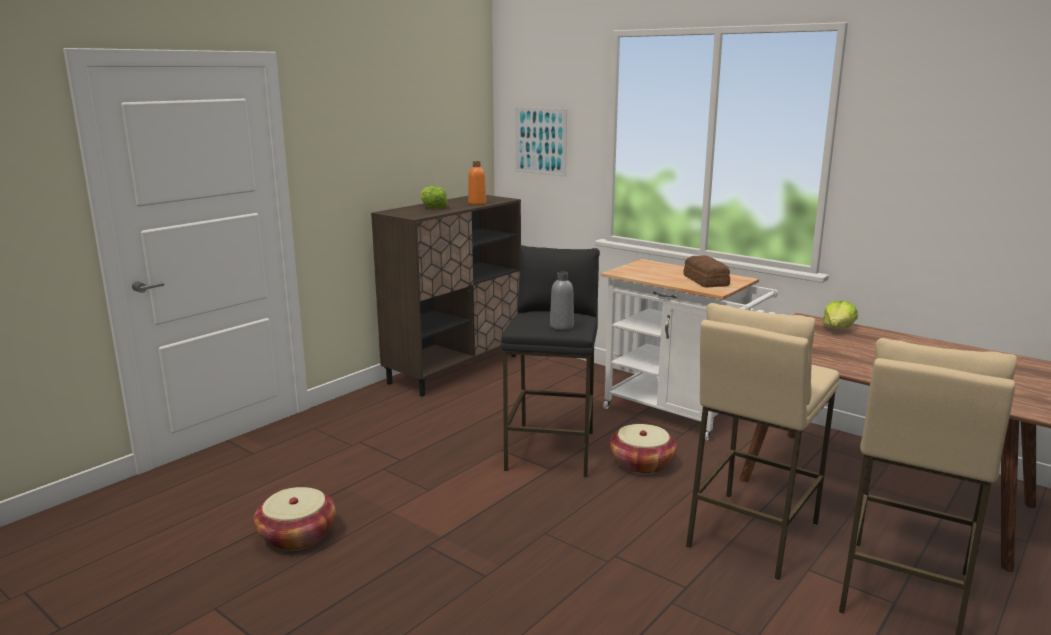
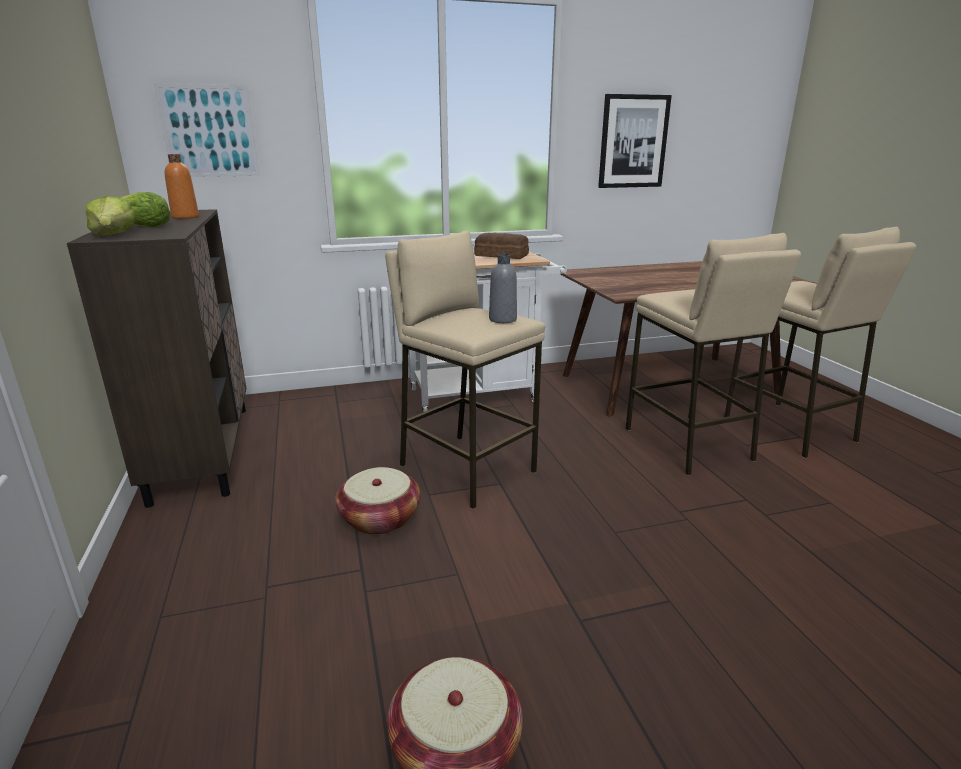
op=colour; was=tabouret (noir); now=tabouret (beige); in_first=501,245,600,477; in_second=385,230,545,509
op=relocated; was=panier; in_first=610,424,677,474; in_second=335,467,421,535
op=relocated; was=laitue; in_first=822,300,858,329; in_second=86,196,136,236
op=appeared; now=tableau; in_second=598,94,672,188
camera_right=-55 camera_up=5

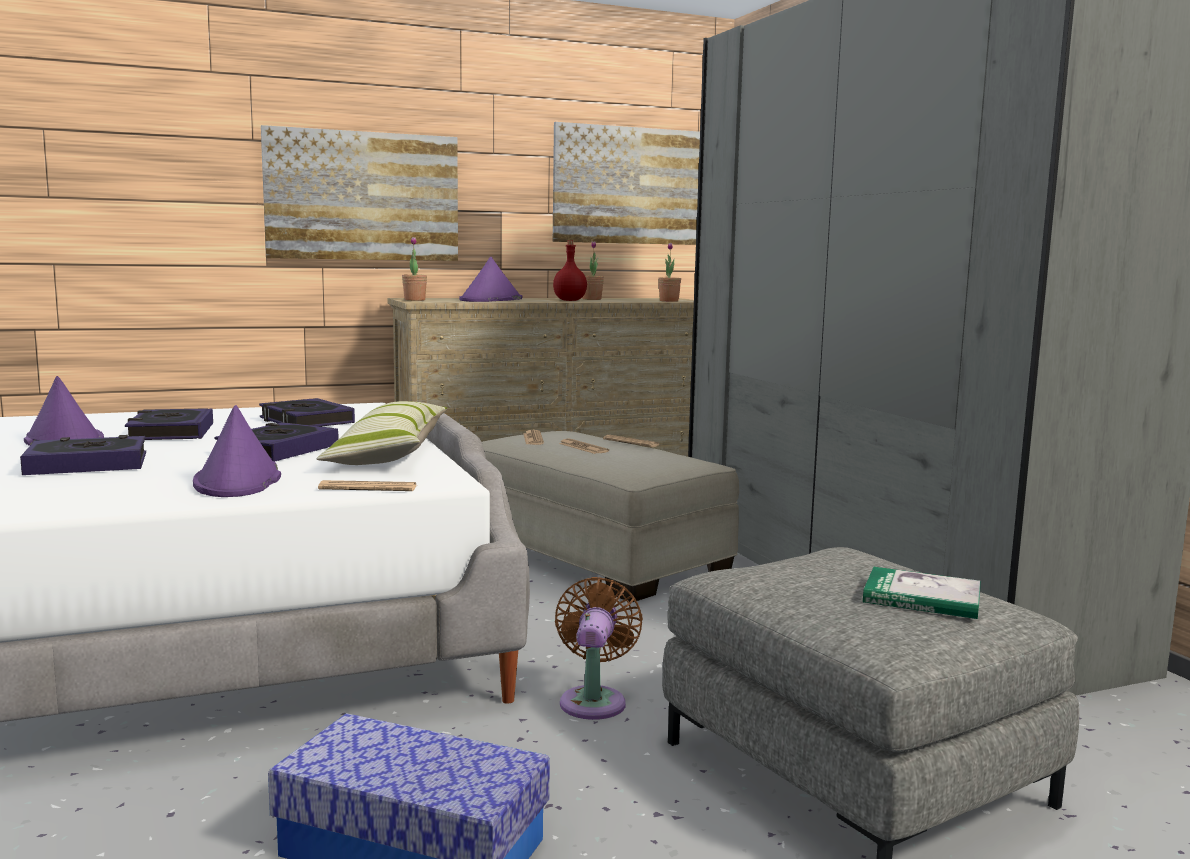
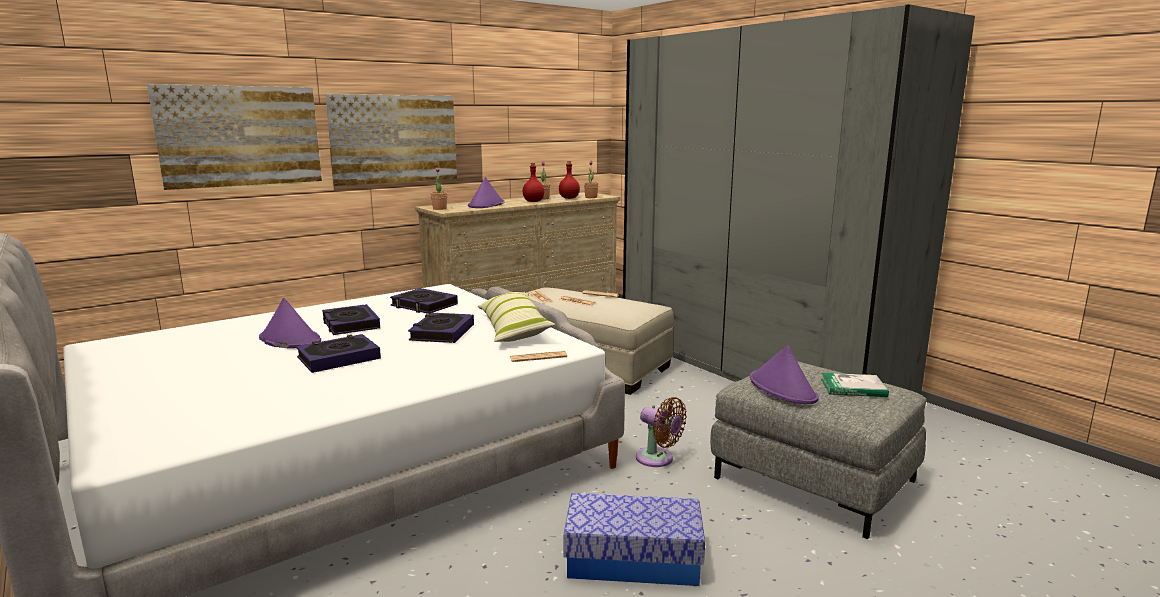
op=relocated; was=chapeau (violet); in_first=193,405,281,497; in_second=749,345,819,404
op=relocated; was=tableau; in_first=553,122,700,245; in_second=147,84,322,190
op=spun; was=ventilateur (marron); in_first=555,577,643,720; in_second=636,397,687,467; clockwise=135
op=appeared; now=bouteille (rouge); in_second=559,161,580,199
camera_right=-15 camera_up=5

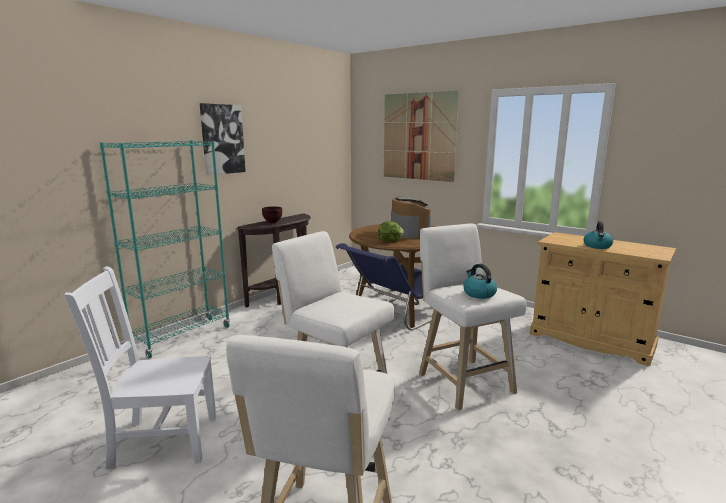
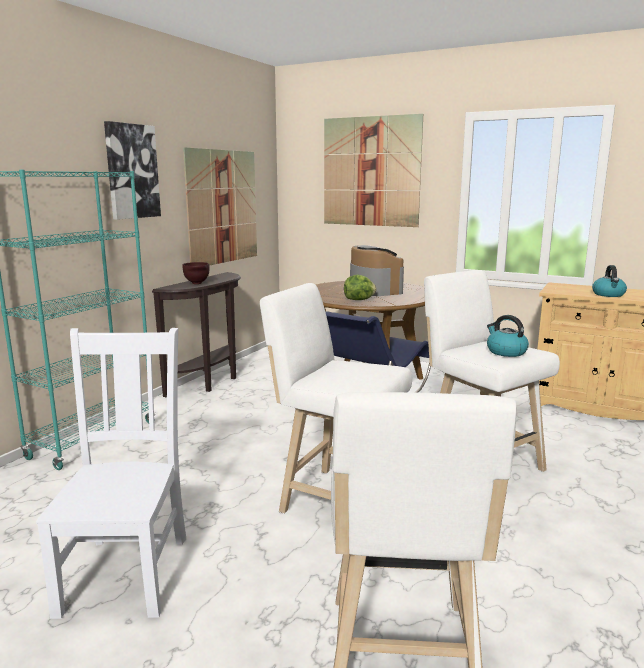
op=spun; was=chaise (blanc); in_first=64,266,216,470; in_second=36,328,186,619; clockwise=105
op=appeared; now=tableau; in_second=183,147,257,266
camera_right=-10 camera_up=0

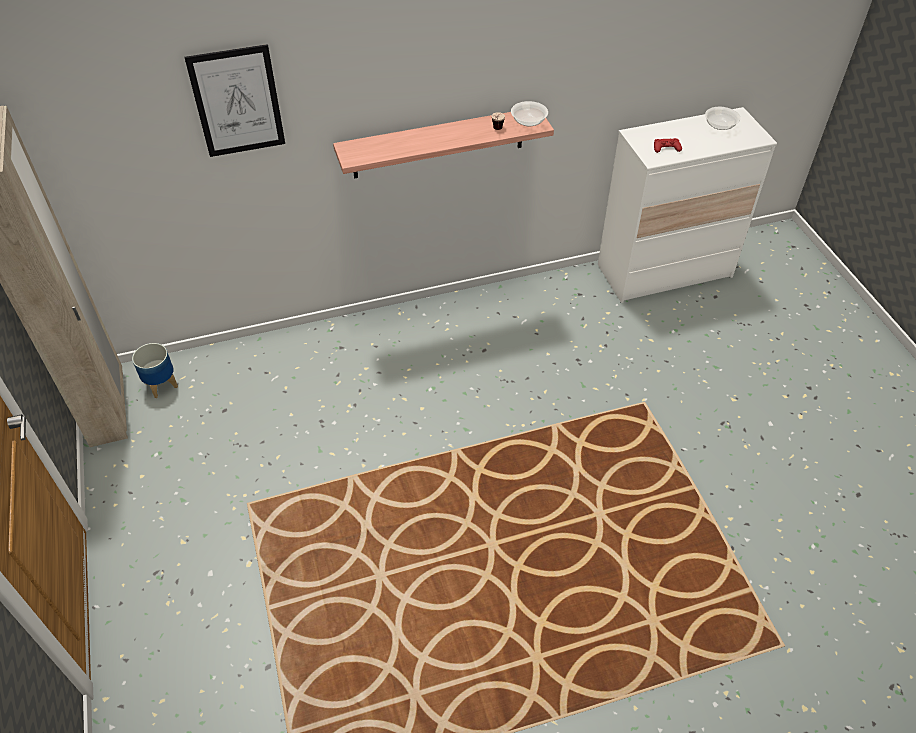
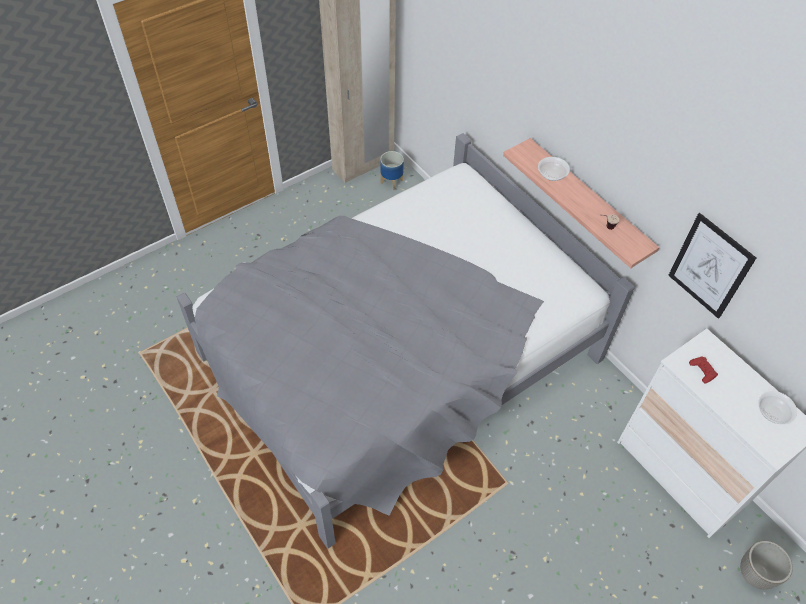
op=relocated; was=tableau; in_first=184,44,285,157; in_second=668,213,756,319
op=relocated; was=bol; in_first=511,101,548,126; in_second=538,157,570,181
op=appeared; now=lit (gris); in_second=177,133,635,549
op=appeared; now=cache-pot; in_second=740,541,793,590
camera_right=70 camera_up=5

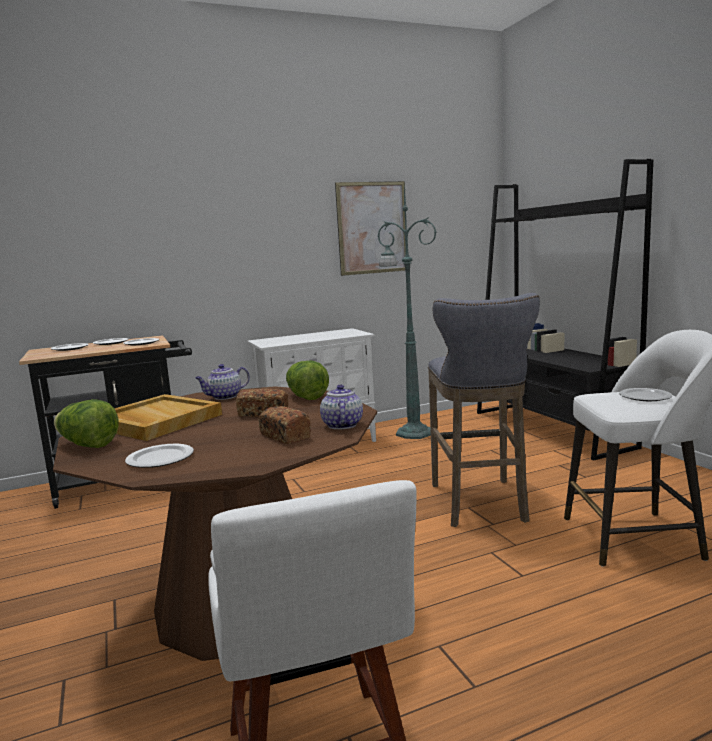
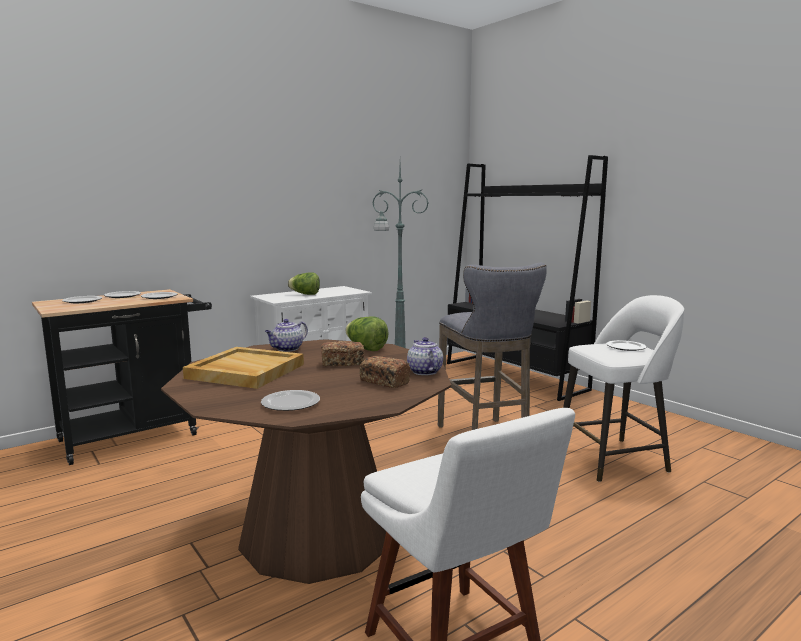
op=relocated; was=laitue; in_first=54,399,119,448; in_second=288,272,320,295
op=missing; was=tableau; in_first=335,181,406,276
camera_right=-15 camera_up=0

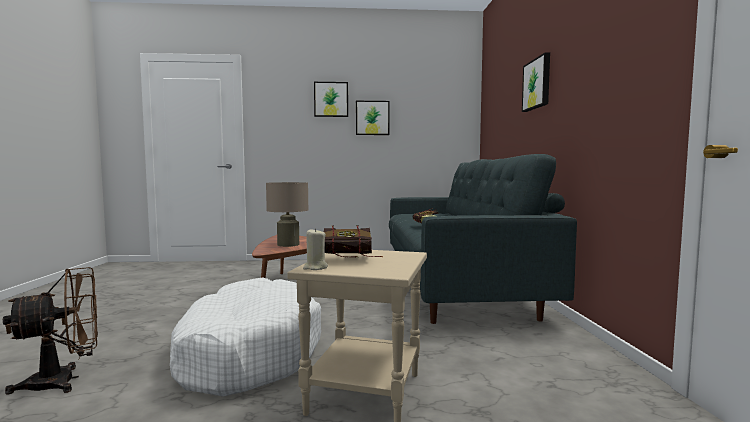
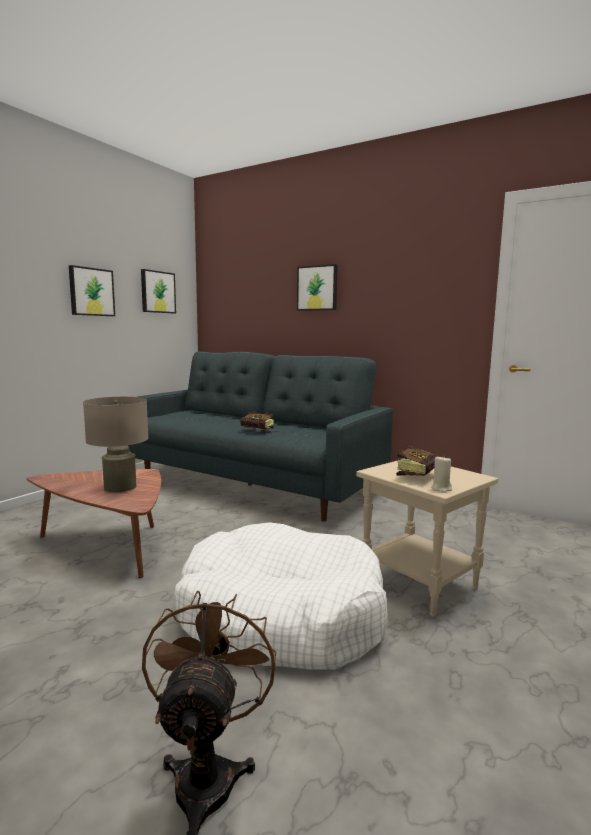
op=relocated; was=tableau; in_first=314,82,348,117; in_second=141,269,176,313
camera_right=-55 camera_up=5

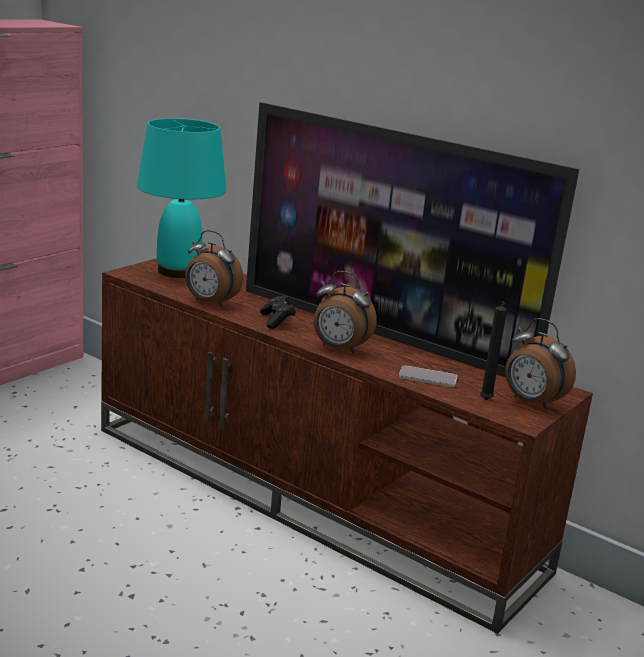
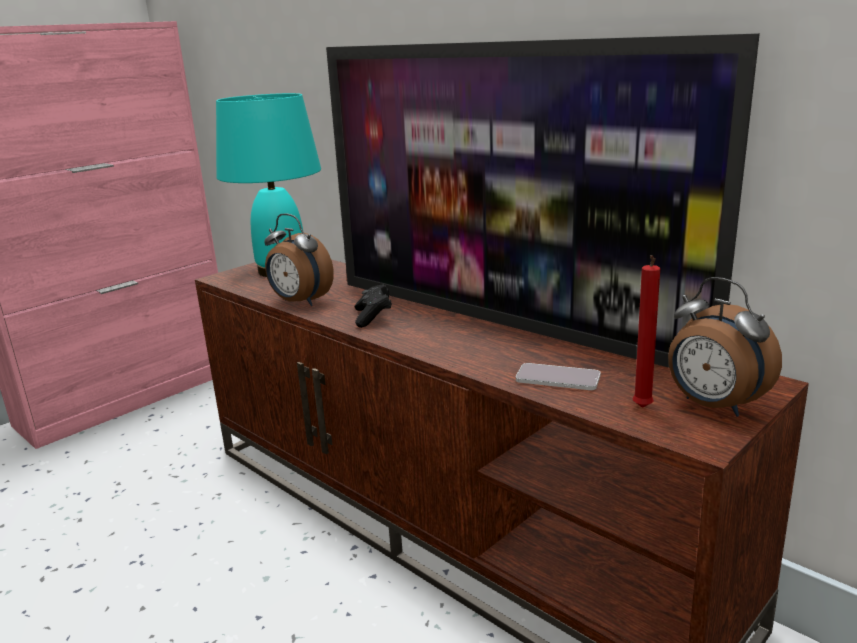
op=missing; was=réveil; in_first=313,271,377,354
op=colour; was=bougie (noir); now=bougie (rouge); in_first=480,301,507,400; in_second=633,255,660,408
camera_right=10 camera_up=0

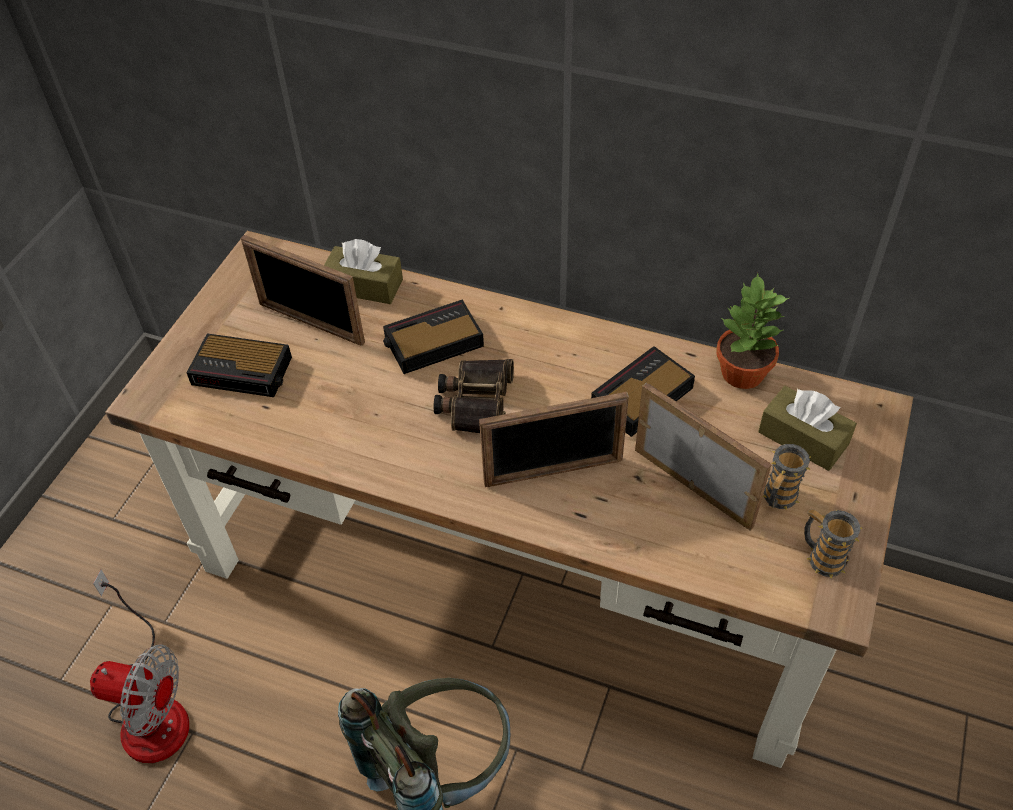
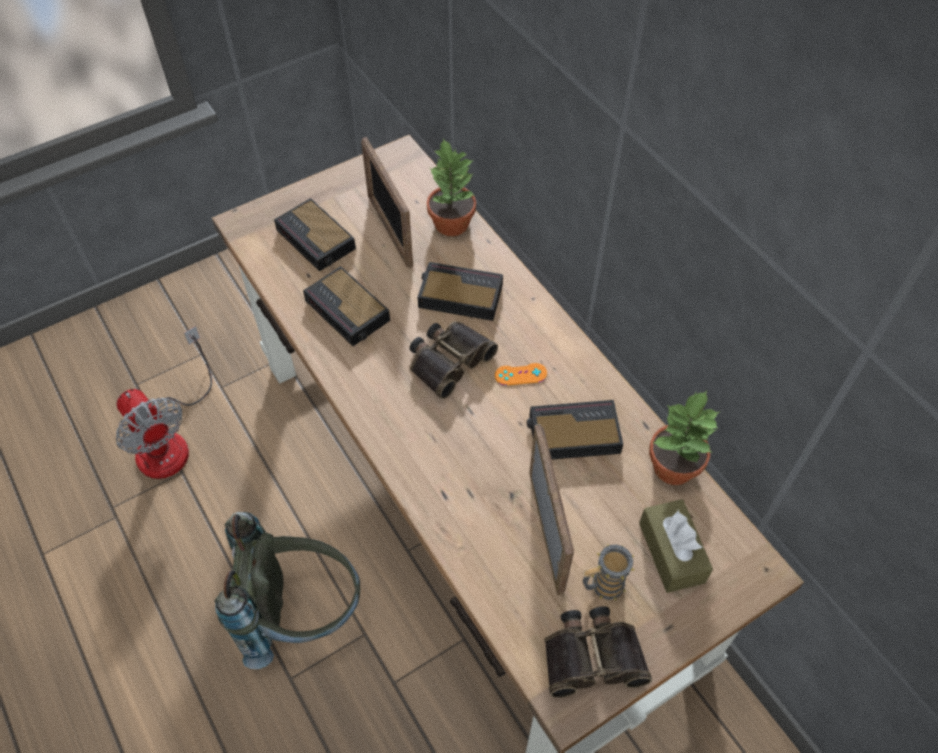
op=exchanged; was=boîte à mouchoirs (marron); now=plante en pot; in_first=324,239,403,304; in_second=427,138,476,236
op=missing; was=cadre photo; in_first=479,392,629,487
op=exchanged; was=mug; now=jumelles; in_first=804,509,862,579; in_second=544,606,652,698
op=appeared; now=réveil; in_second=303,266,390,346
op=appeared; now=manette (orange); in_second=495,363,547,385
camera_right=35 camera_up=5

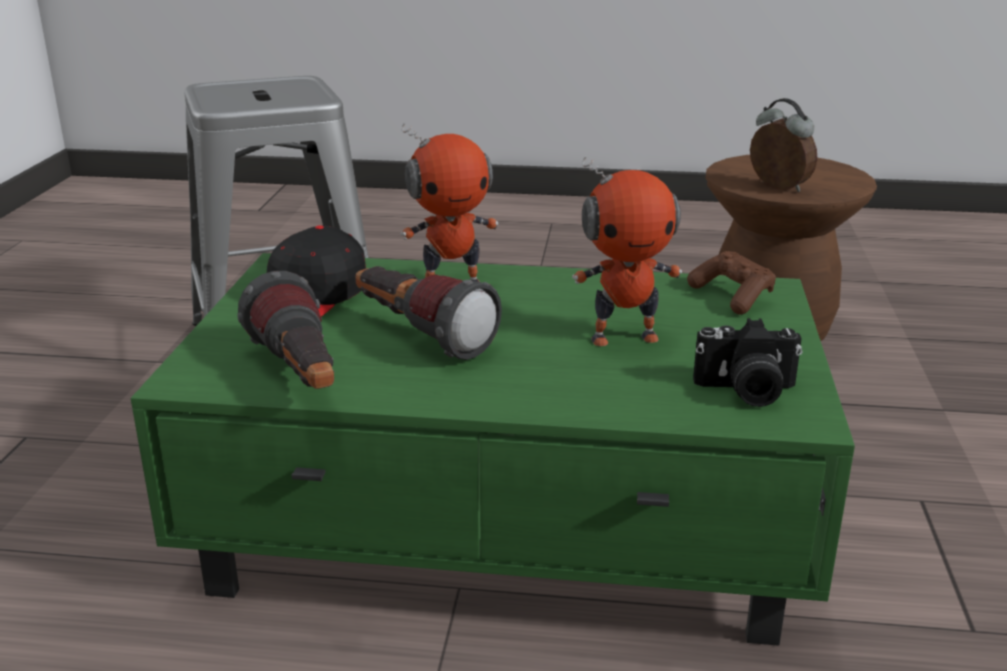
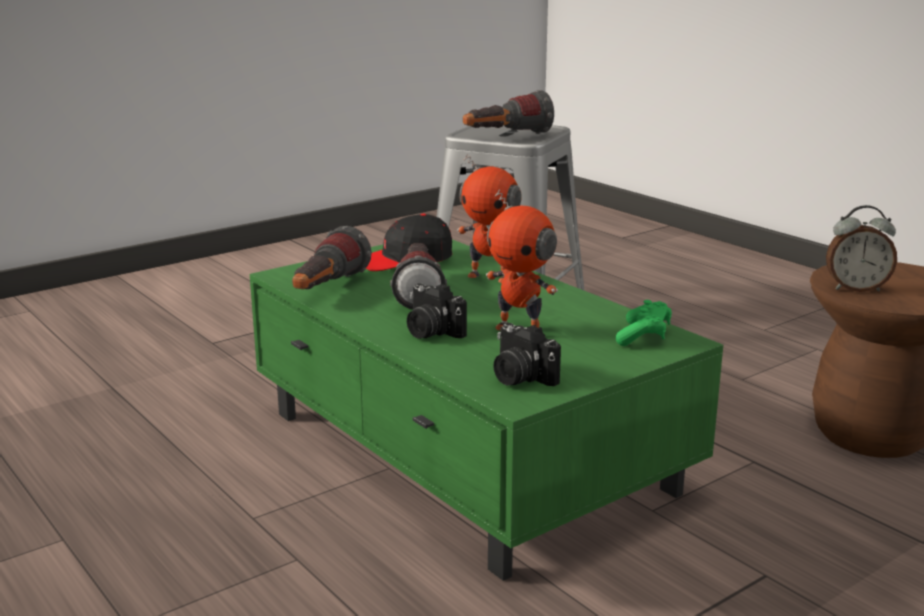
op=colour; was=manette (marron); now=manette (vert); in_first=687,251,776,315; in_second=616,300,672,346
op=spun; was=réveil; in_first=750,98,818,192; in_second=826,205,897,292; clockwise=90
op=appeared; now=appareil photo; in_second=407,283,467,339
op=appeared; now=lampe de poche; in_second=463,90,554,134
camera_right=45 camera_up=-5

